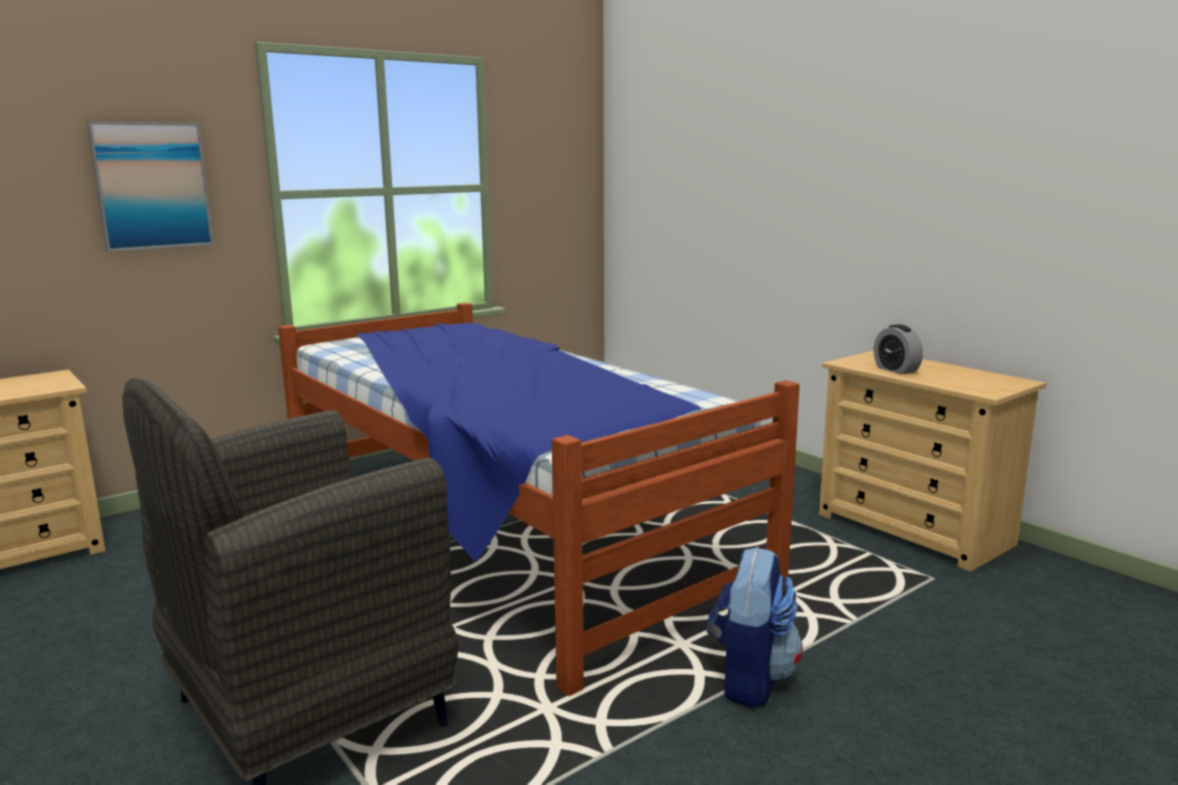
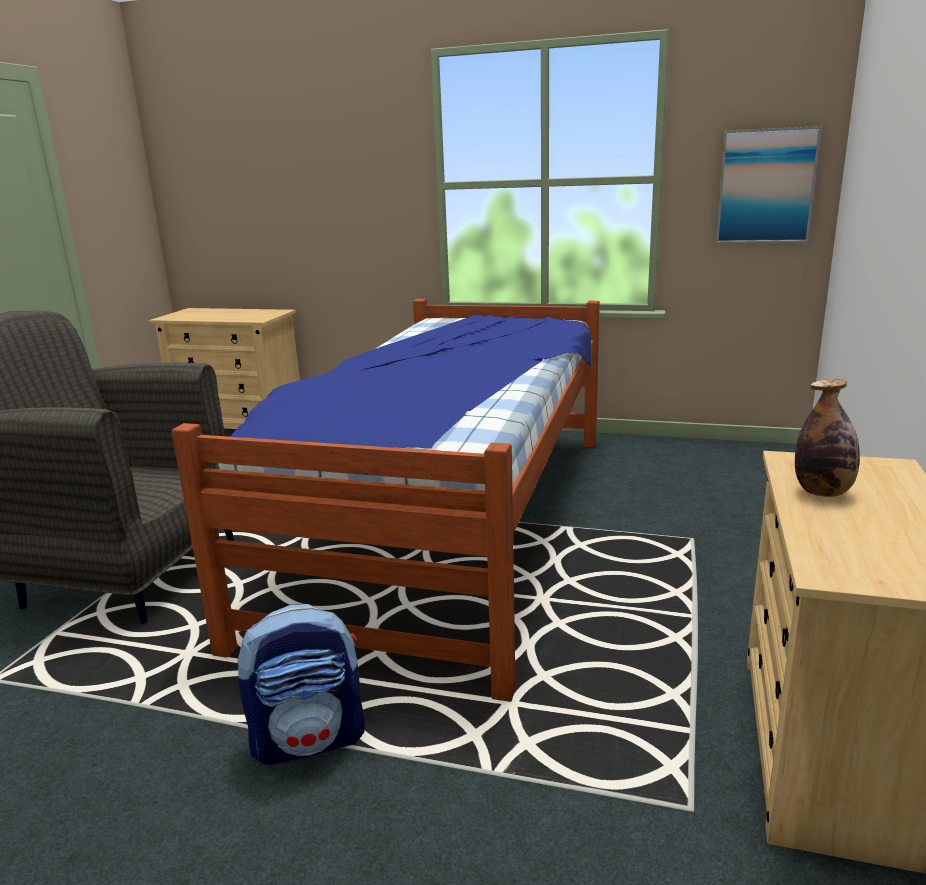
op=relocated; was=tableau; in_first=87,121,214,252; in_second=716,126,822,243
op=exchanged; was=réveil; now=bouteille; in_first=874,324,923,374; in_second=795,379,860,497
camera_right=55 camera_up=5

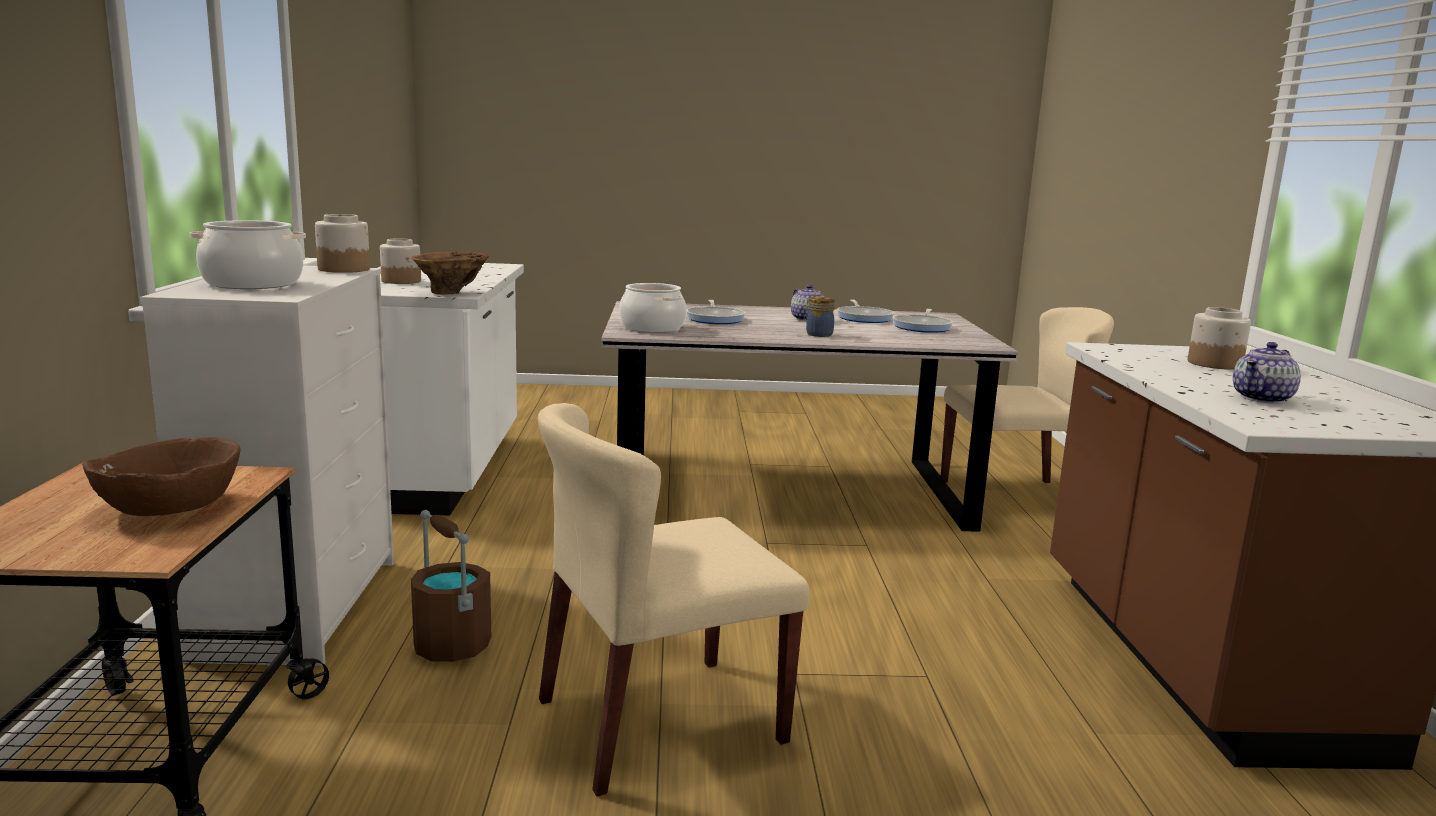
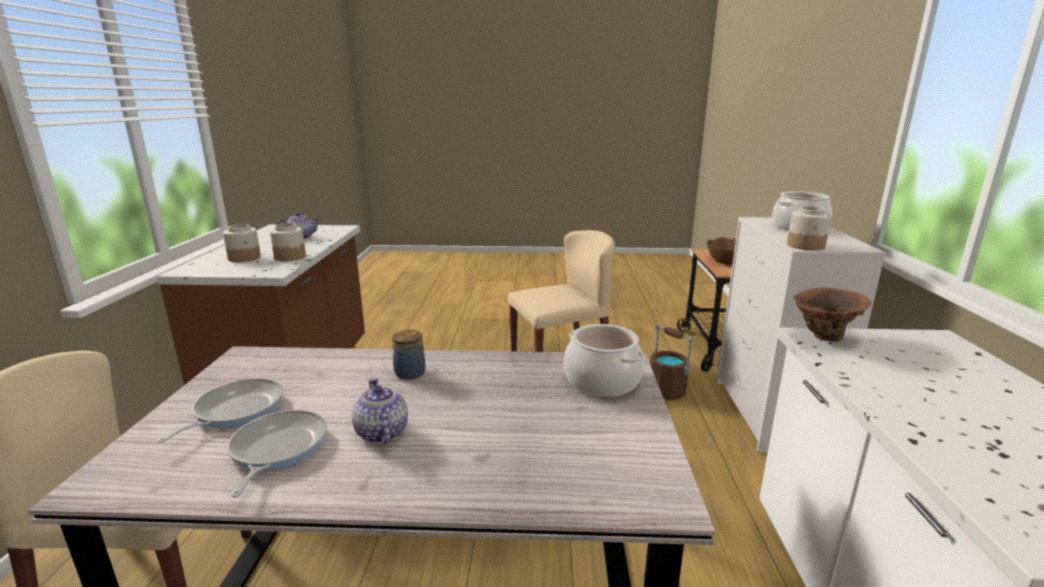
op=relocated; was=bocal; in_first=380,238,421,284; in_second=270,223,306,261
op=missing; was=poêle; in_first=686,300,746,324
camera_right=-175 camera_up=5

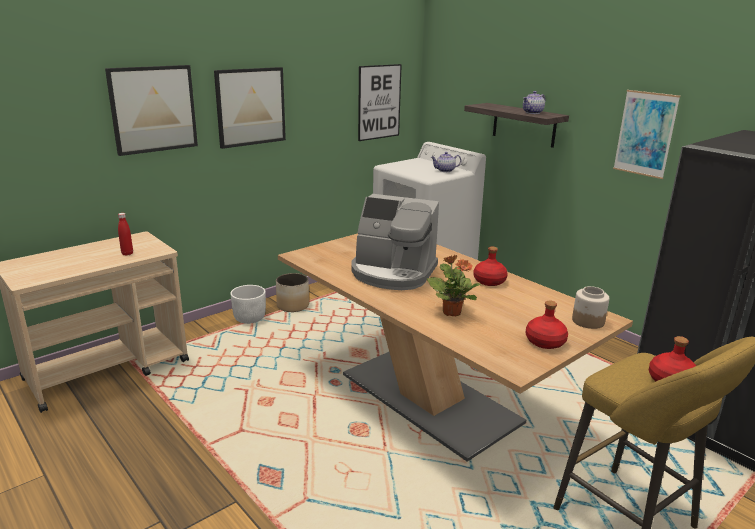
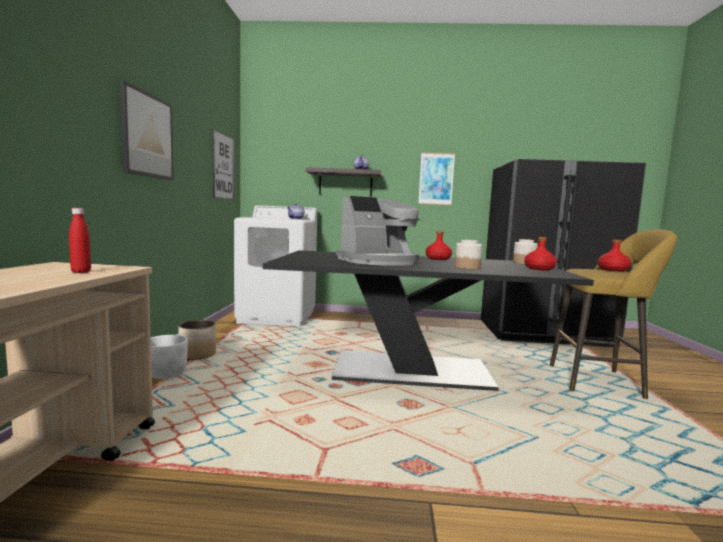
op=missing; was=tableau; in_first=105,65,198,156
op=colour; was=table à manger (beige); now=table à manger (noir); in_first=278,234,633,462; in_second=263,250,594,391
op=exchanged; was=plante en pot; now=bocal; in_first=427,255,481,316; in_second=455,240,482,269
camera_right=-45 camera_up=-15

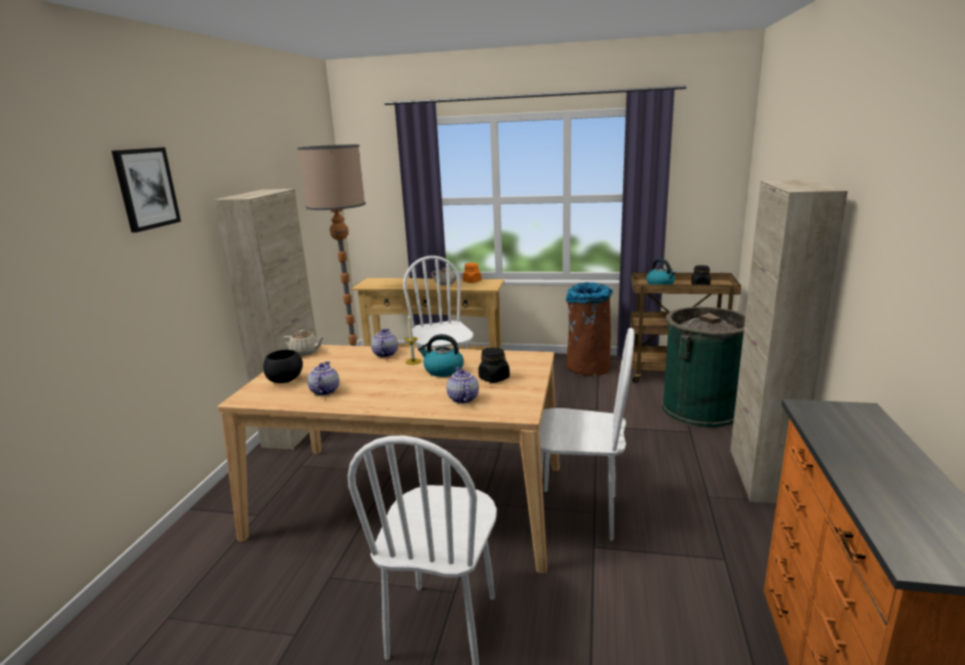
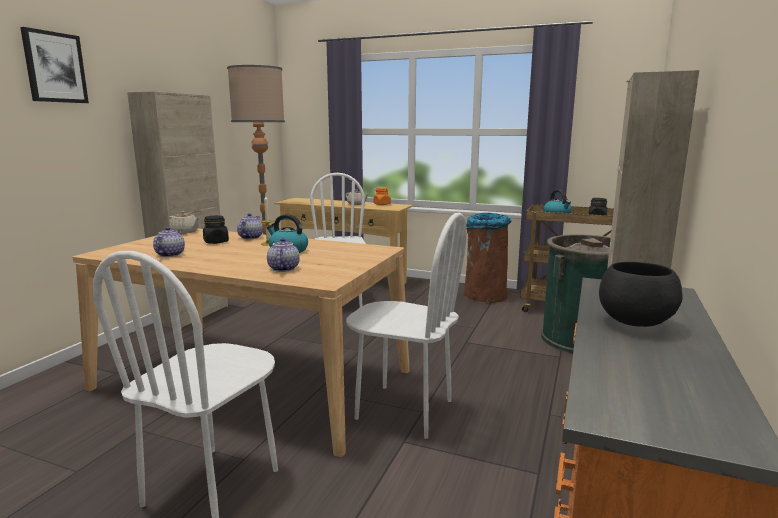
op=relocated; was=bol (noir); in_first=263,350,303,383; in_second=599,262,683,327
op=relocated; was=bocal (noir); in_first=478,347,510,383; in_second=203,215,229,244
camera_right=10 camera_up=-5

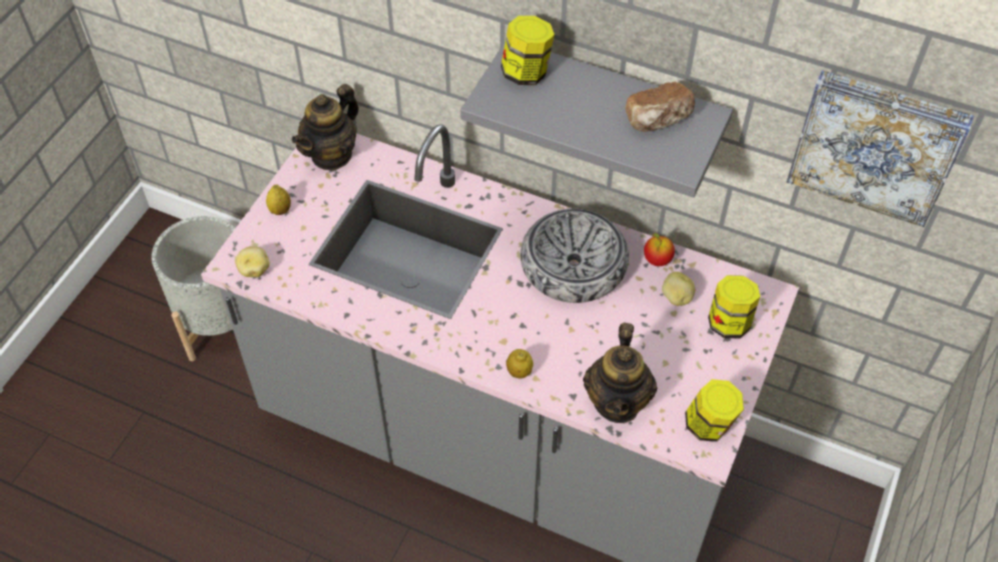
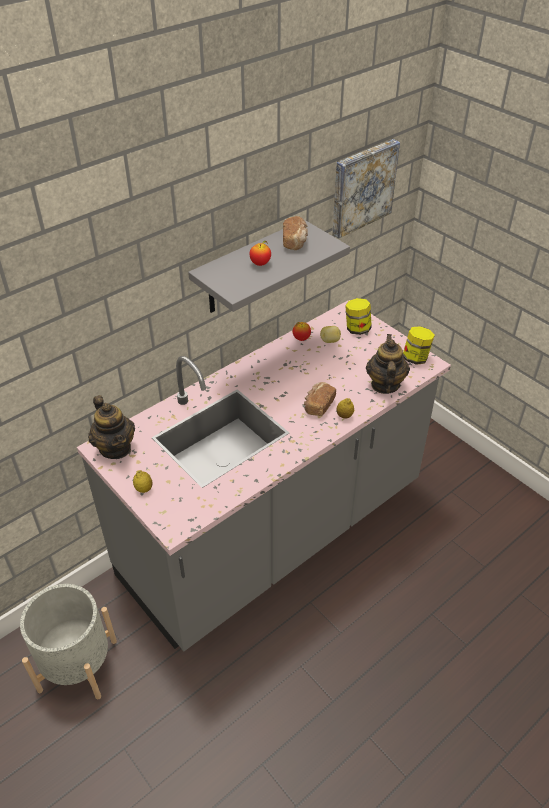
op=missing; was=pomme de terre; in_first=235,246,270,277
op=missing; was=bocal; in_first=501,16,554,85
op=missing; was=bol; in_first=520,209,629,303
op=spun; was=théière; in_first=583,323,657,423; in_second=366,334,410,394; clockwise=-120
op=appeared; now=pomme; in_second=250,241,271,266
op=appeared; now=pain; in_second=304,382,336,416
camera_right=-65 camera_up=-10

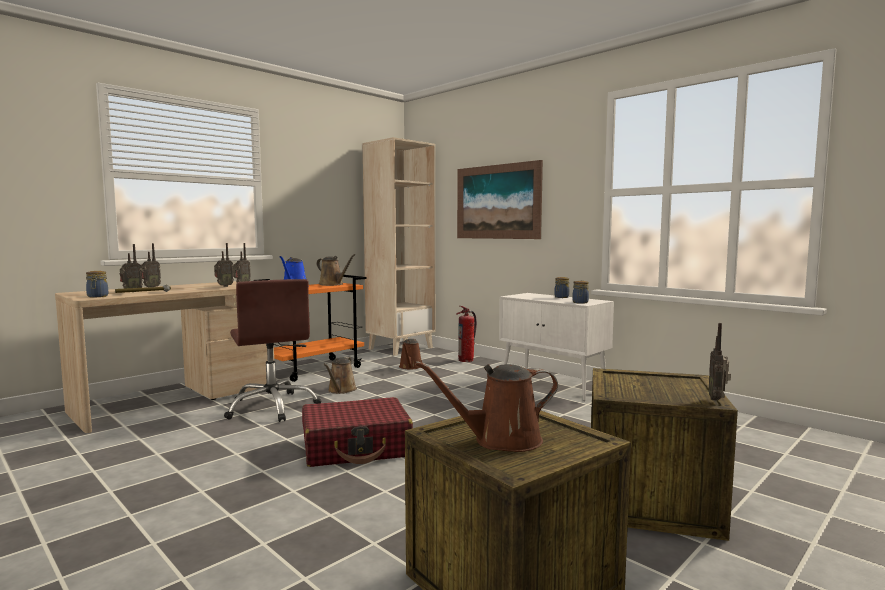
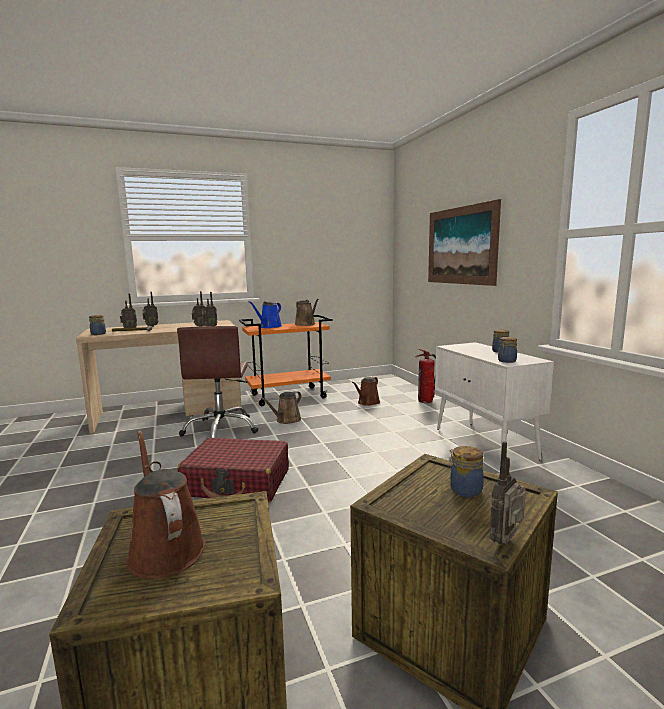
op=missing; was=bibliothèque (beige); in_first=363,137,435,356
op=spun; was=arrosoir (marron); in_first=415,361,558,452; in_second=126,431,205,579; clockwise=45
op=appeared; now=bocal; in_second=448,446,484,498
camera_right=25 camera_up=5

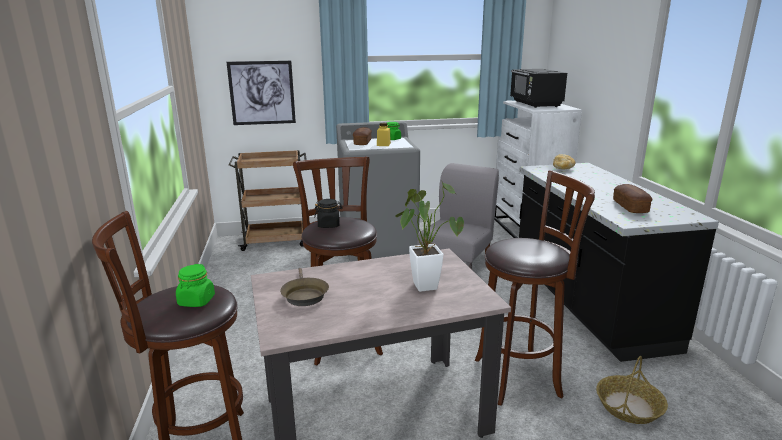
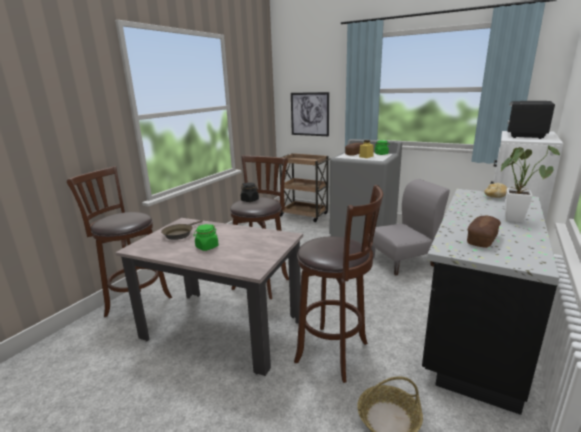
op=relocated; was=bocal (vert); in_first=176,264,215,307; in_second=193,224,219,251
op=relocated; was=plante en pot; in_first=395,182,464,292; in_second=501,145,560,223
camera_right=40 camera_up=0

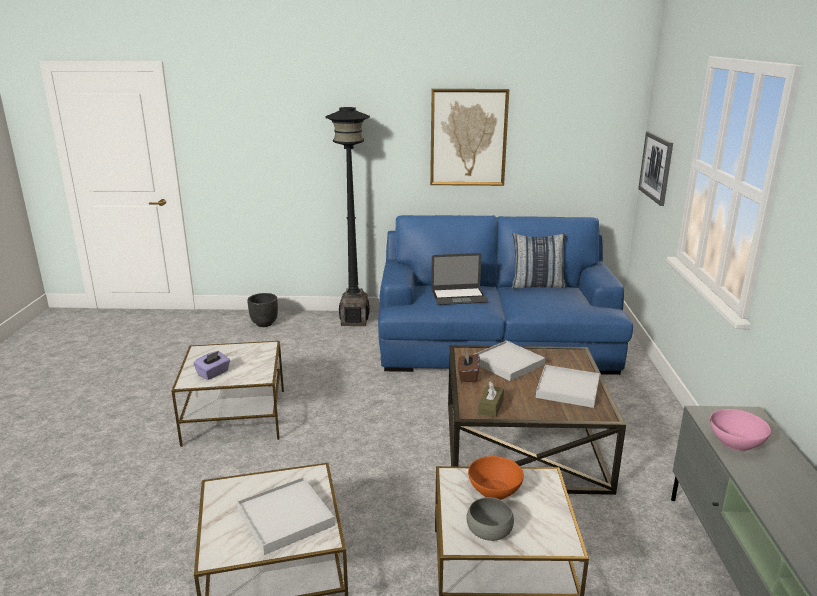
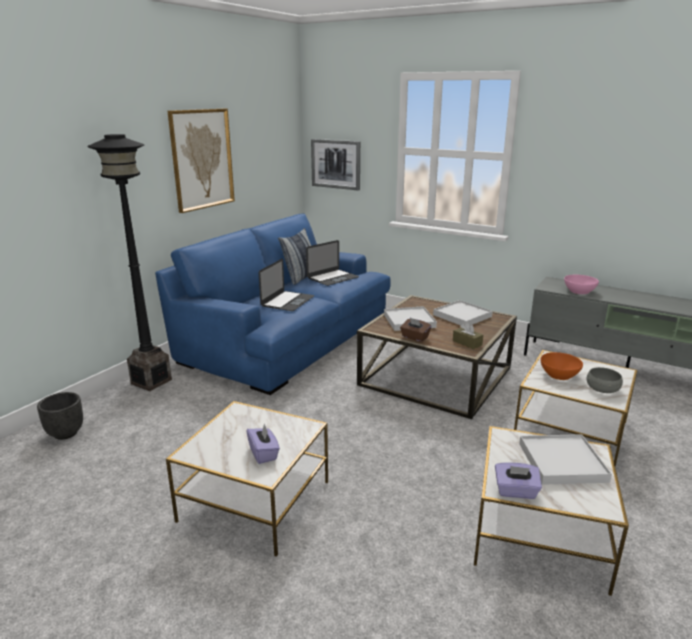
op=appeared; now=ordinateur portable; in_second=306,240,359,286
op=appeared; now=boîte à mouchoirs (violet); in_second=495,462,542,499
camera_right=-60 camera_up=0

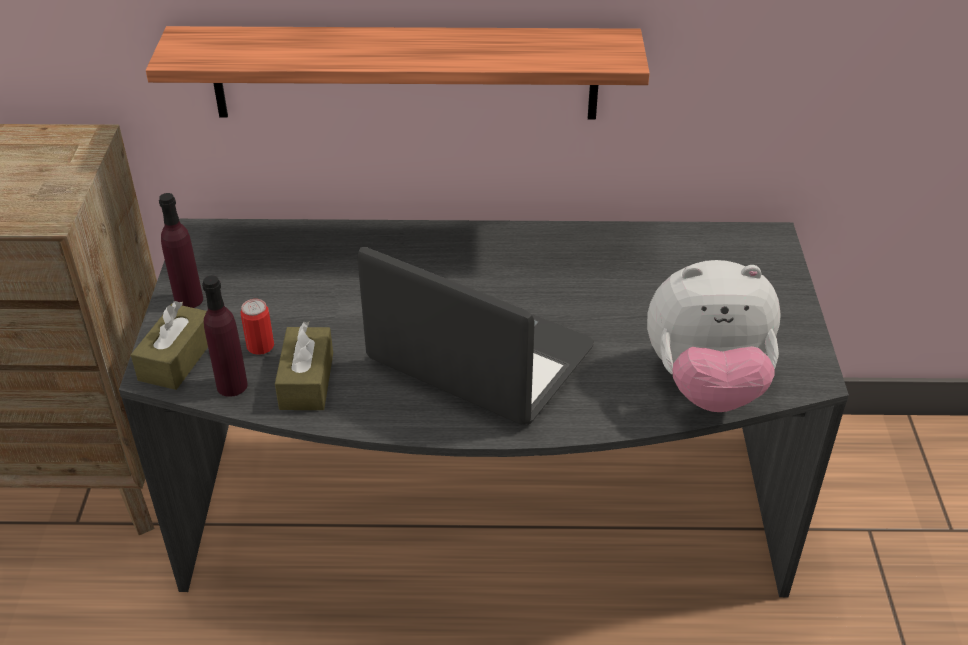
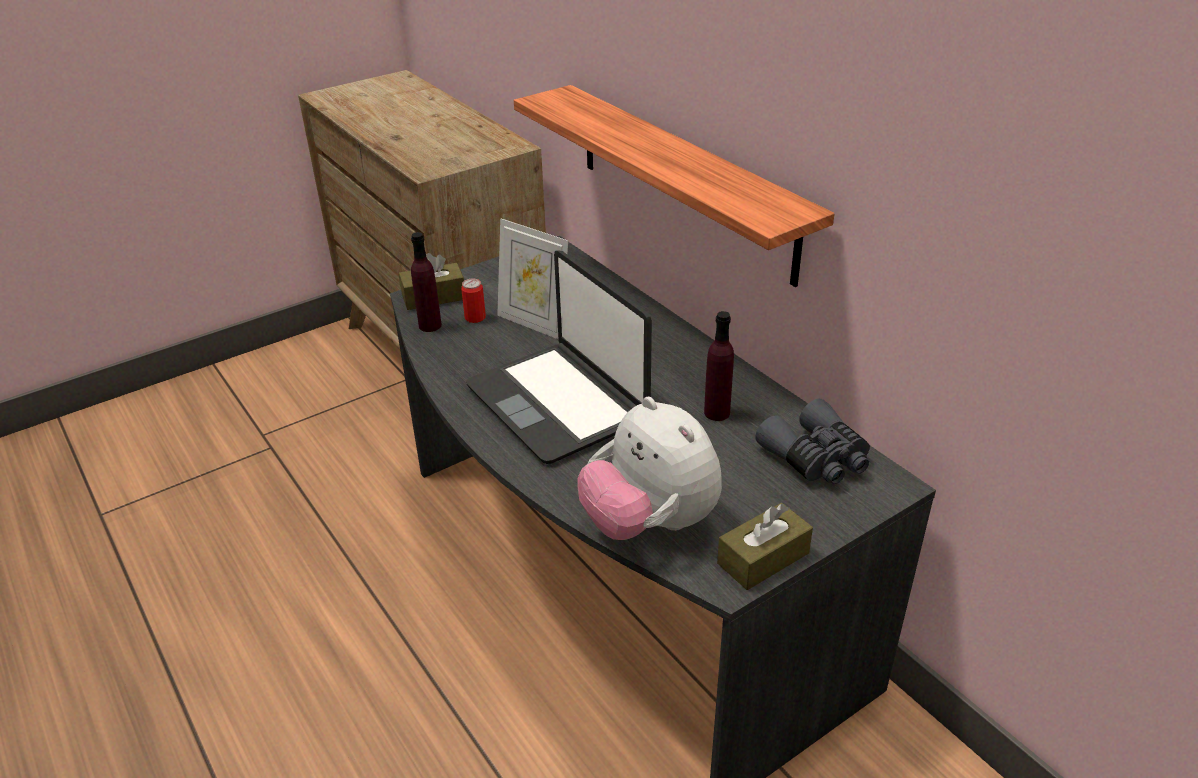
op=relocated; was=bouteille (violet); in_first=159,193,203,308; in_second=704,311,734,421
op=relocated; was=boîte à mouchoirs (marron); in_first=275,322,333,410; in_second=717,503,813,590
op=spun; was=ordinateur portable; in_first=357,247,594,425; in_second=466,251,652,464; clockwise=150
op=appeared; now=cadre photo; in_second=497,219,568,339
op=appeared; now=jumelles (gris); in_second=756,399,870,484
camera_right=55 camera_up=-5

